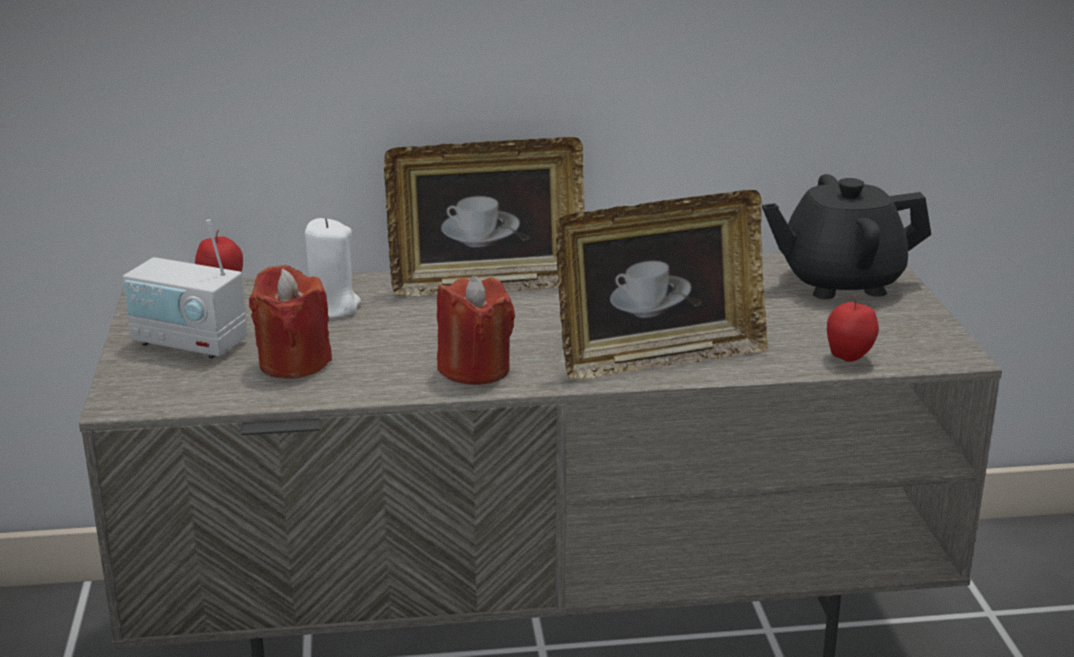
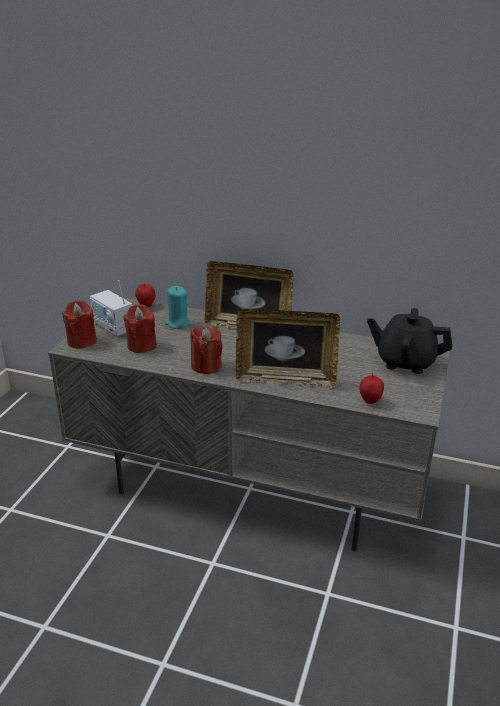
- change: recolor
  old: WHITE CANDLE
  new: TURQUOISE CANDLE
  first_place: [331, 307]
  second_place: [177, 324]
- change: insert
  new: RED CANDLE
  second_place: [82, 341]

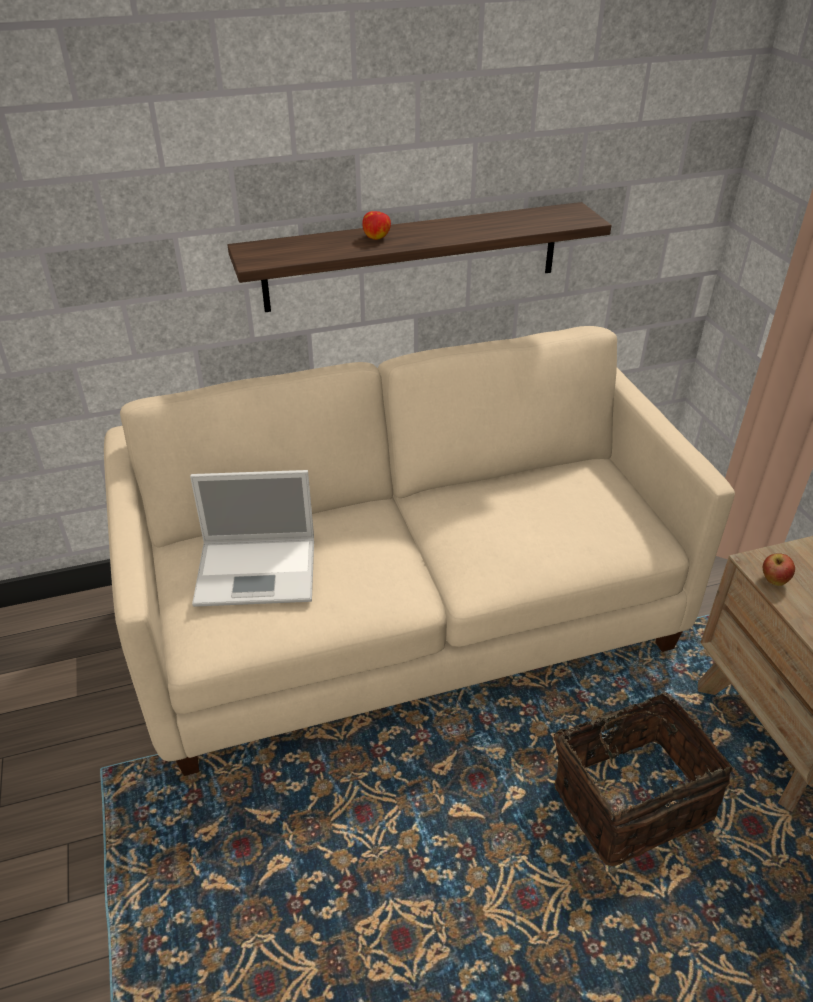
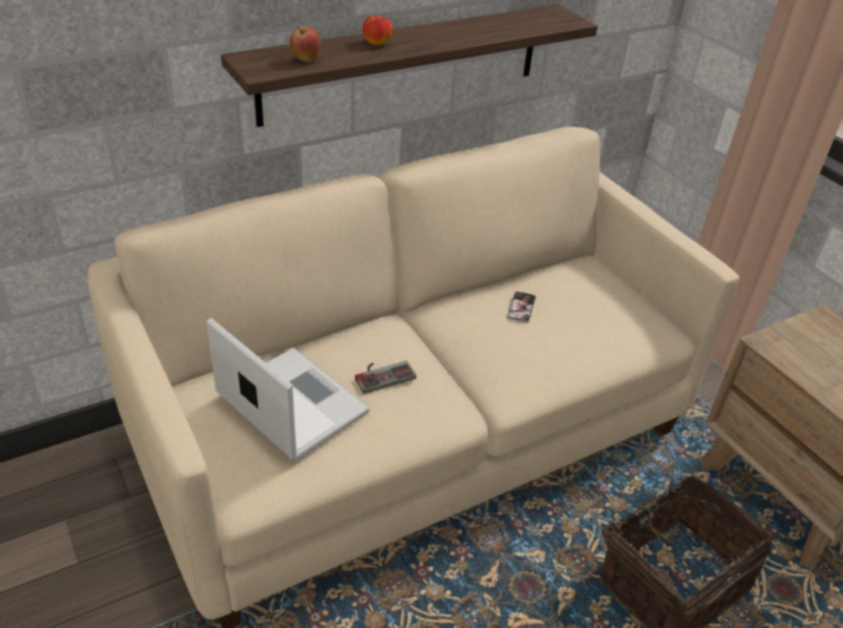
- change: rotate
  old: LAPTOP
  first_place: [259, 571]
  second_place: [290, 402]
  degrees: -120
- change: move
  old: APPLE
  first_place: [773, 581]
  second_place: [306, 59]
- change: insert
  new: GAME CONTROLLER
  second_place: [382, 374]
- change: insert
  new: PHONE
  second_place: [521, 307]

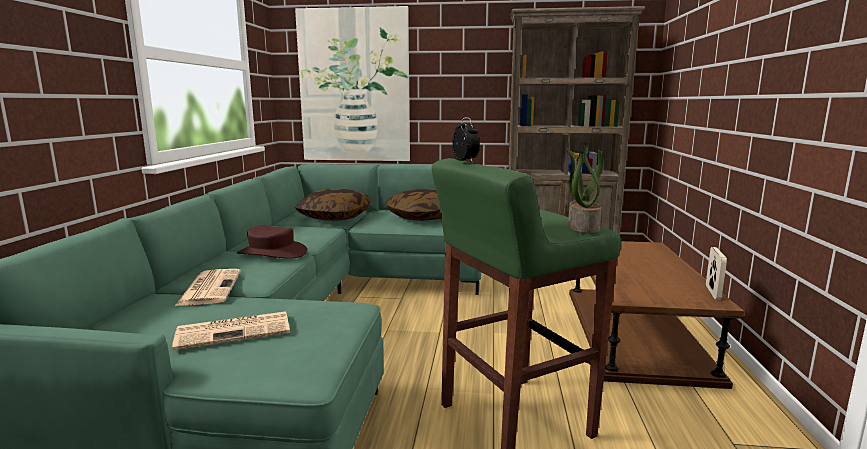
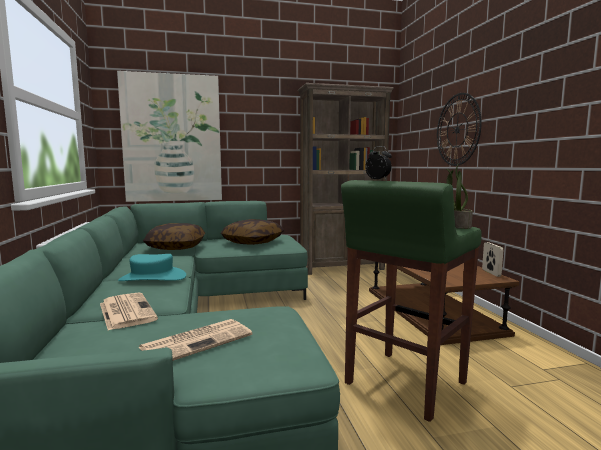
- change: recolor
  old: BROWN HAT
  new: TURQUOISE HAT
  first_place: [272, 253]
  second_place: [152, 278]
- change: insert
  new: WALL CLOCK
  second_place: [457, 130]

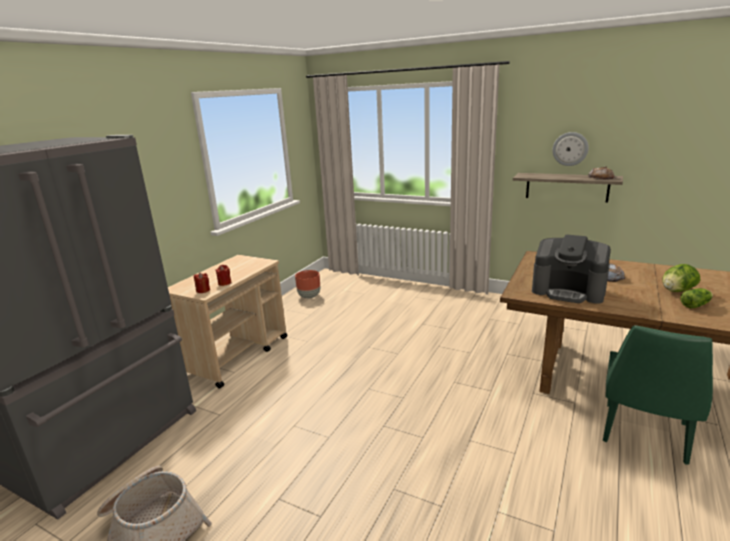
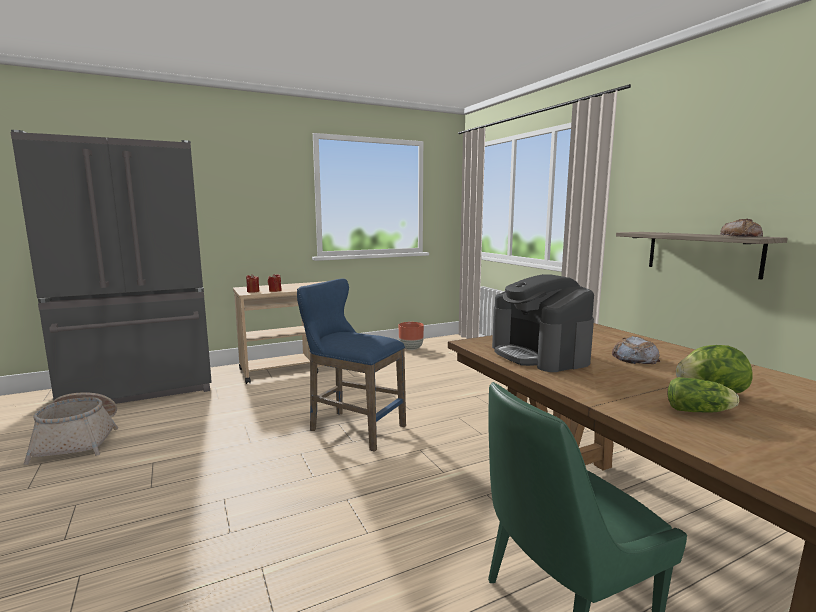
- change: delete
  old: WALL CLOCK
  first_place: [570, 149]
- change: insert
  new: BLUE STOOL
  second_place: [352, 428]

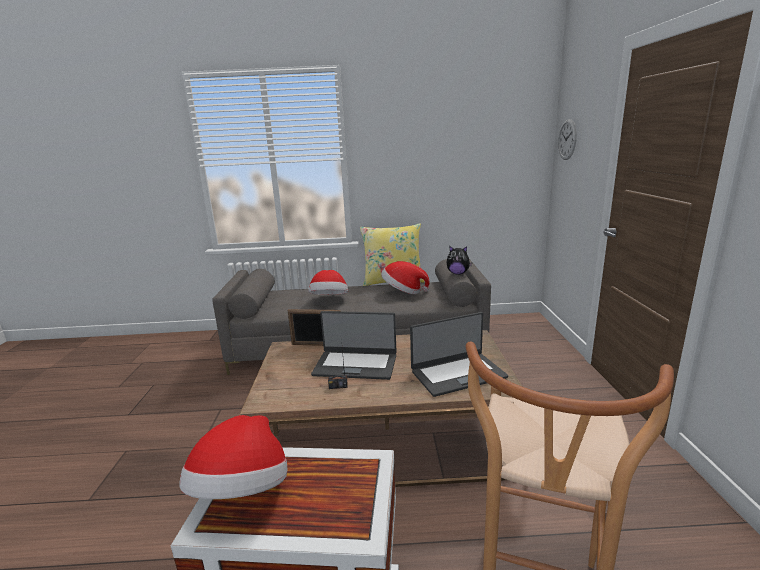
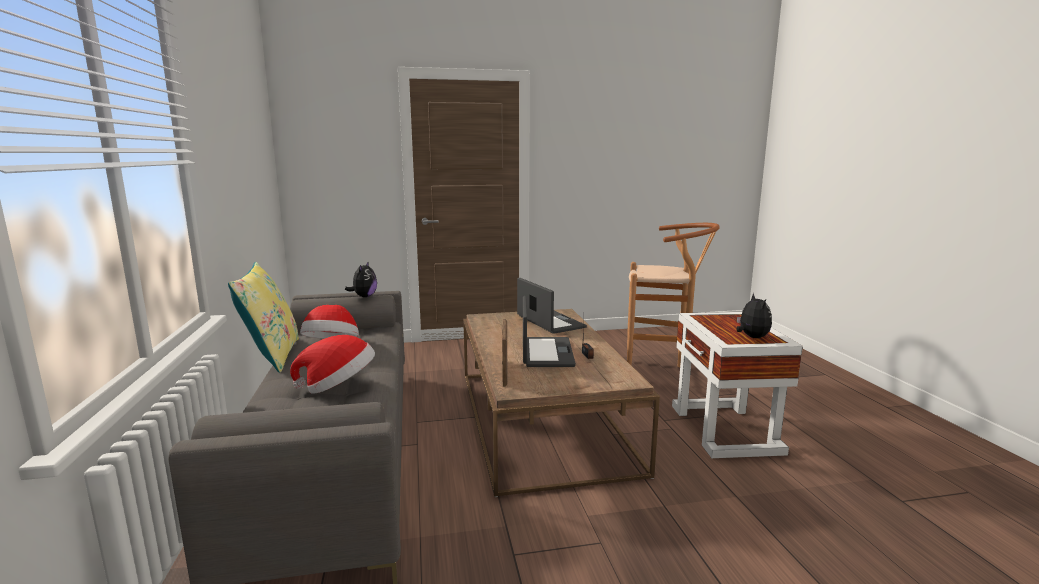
- change: replace
  old: HAT
  new: PLUSH TOY
  first_place: [243, 492]
  second_place: [751, 337]
- change: delete
  old: WALL CLOCK
  first_place: [567, 139]

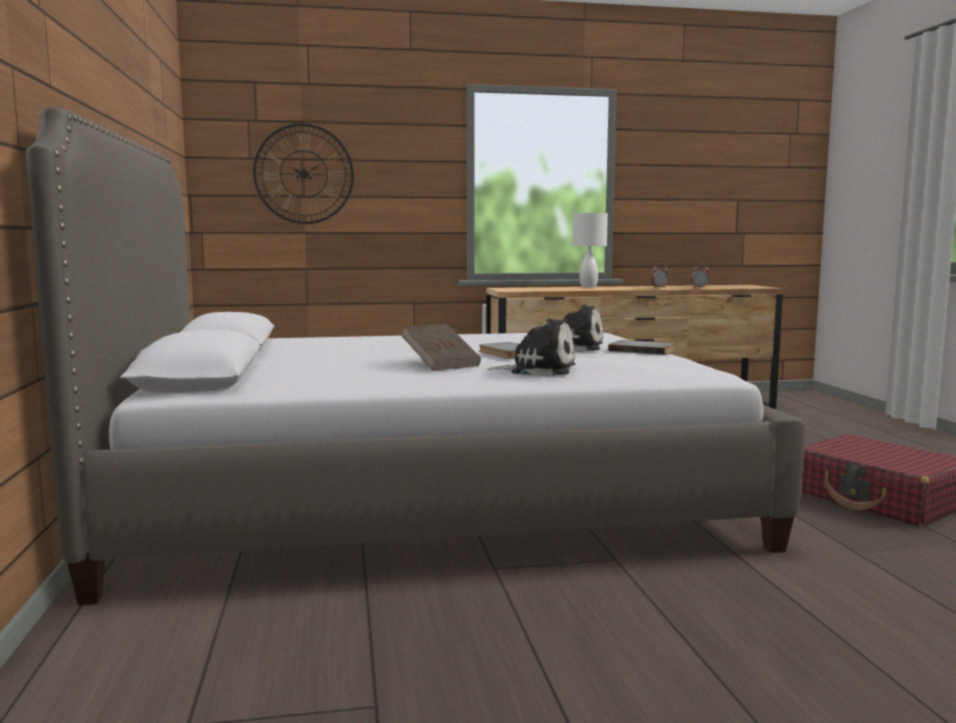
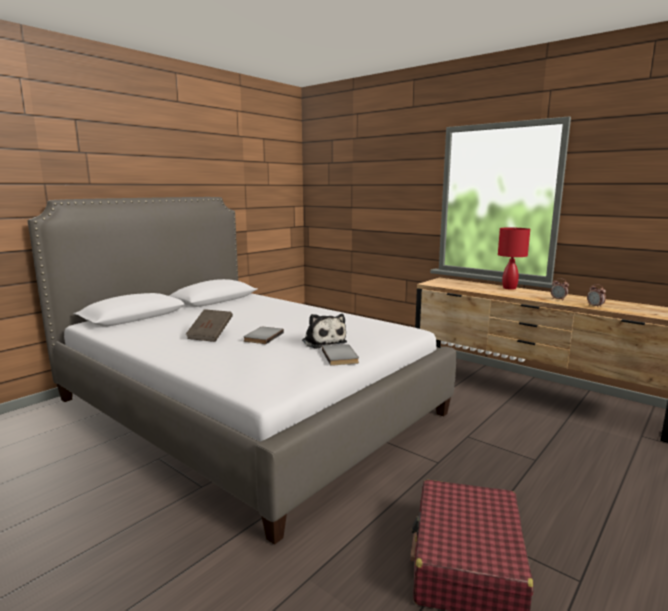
- change: delete
  old: WALL CLOCK
  first_place: [304, 174]
- change: delete
  old: PLUSH TOY
  first_place: [538, 370]
- change: recolor
  old: WHITE TABLE LAMP
  new: RED TABLE LAMP
  first_place: [588, 287]
  second_place: [509, 288]

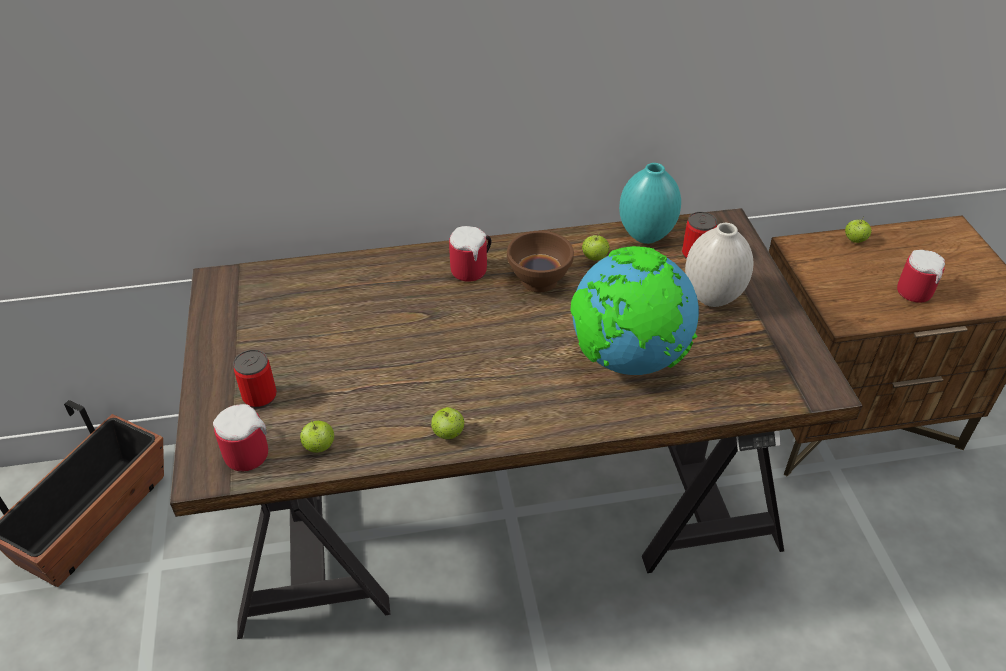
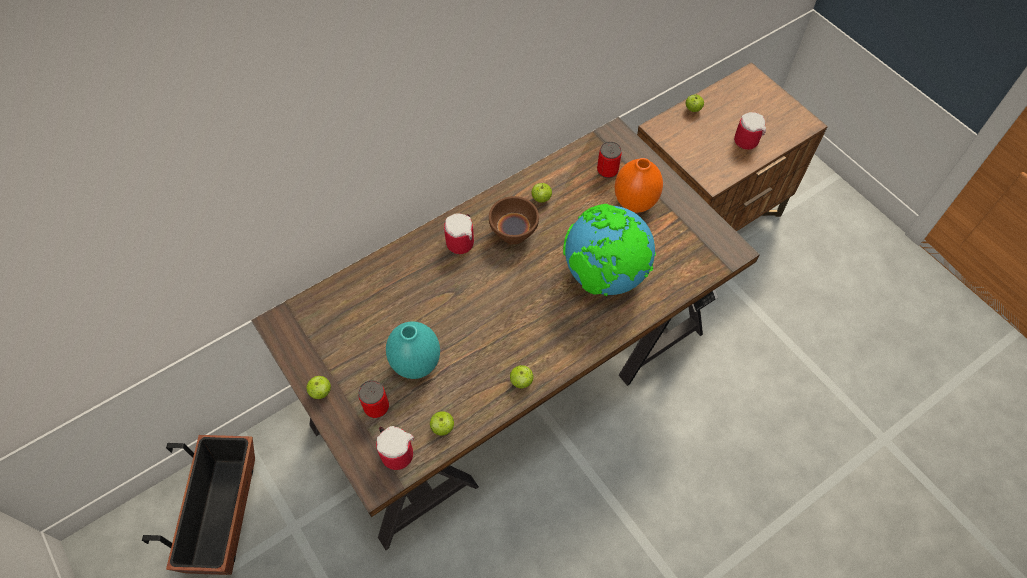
- change: move
  old: TURQUOISE VASE
  first_place: [645, 235]
  second_place: [415, 365]
- change: recolor
  old: WHITE VASE
  new: ORANGE VASE
  first_place: [711, 298]
  second_place: [634, 204]
- change: insert
  new: APPLE
  second_place: [321, 392]

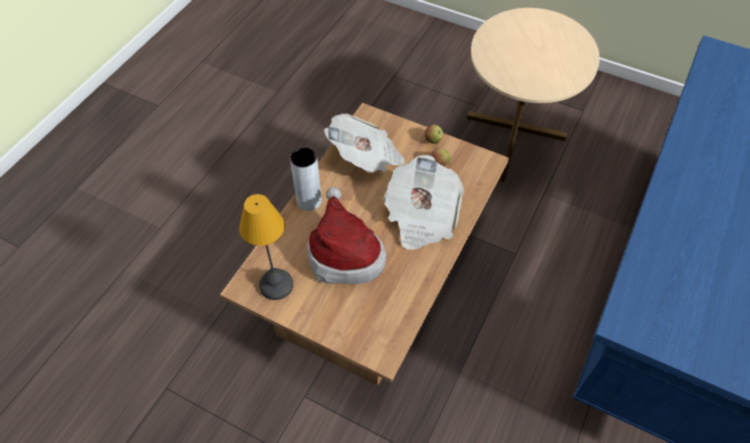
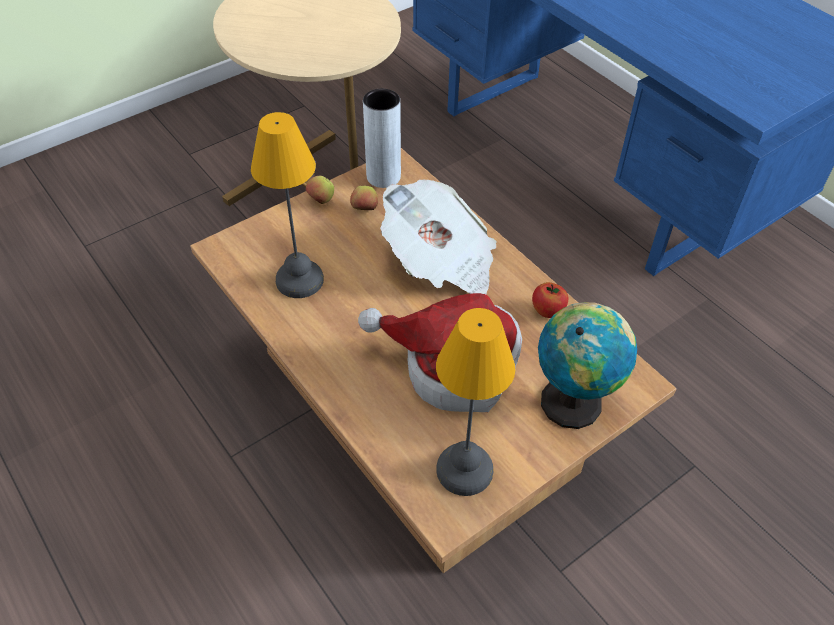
- change: move
  old: GREY VASE
  first_place: [309, 201]
  second_place: [383, 177]
- change: replace
  old: NEWSPAPER
  new: TABLE LAMP
  first_place: [366, 158]
  second_place: [299, 279]
- change: insert
  new: APPLE
  second_place: [547, 311]
- change: insert
  new: GLOBE
  second_place: [573, 400]

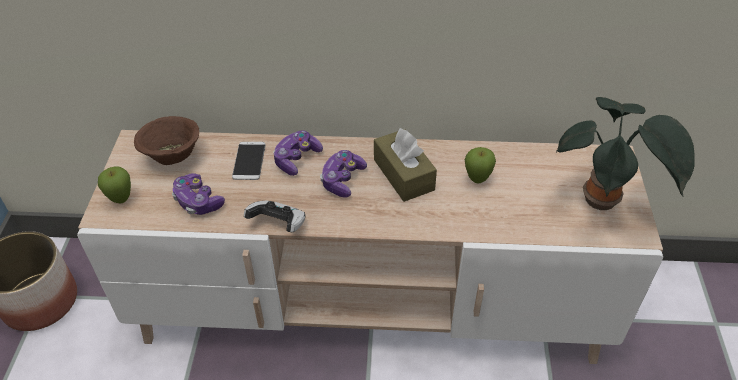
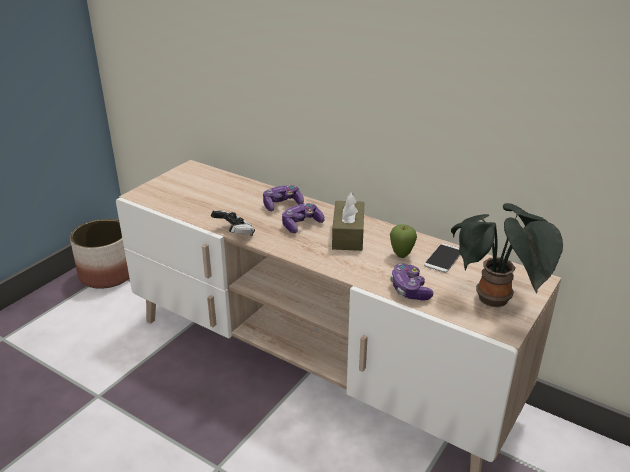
- change: delete
  old: APPLE
  first_place: [121, 199]
- change: delete
  old: BROWN BOWL
  first_place: [172, 157]
- change: move
  old: GAME CONTROLLER
  first_place: [198, 201]
  second_place: [409, 290]
- change: move
  old: PHONE
  first_place: [249, 161]
  second_place: [443, 258]

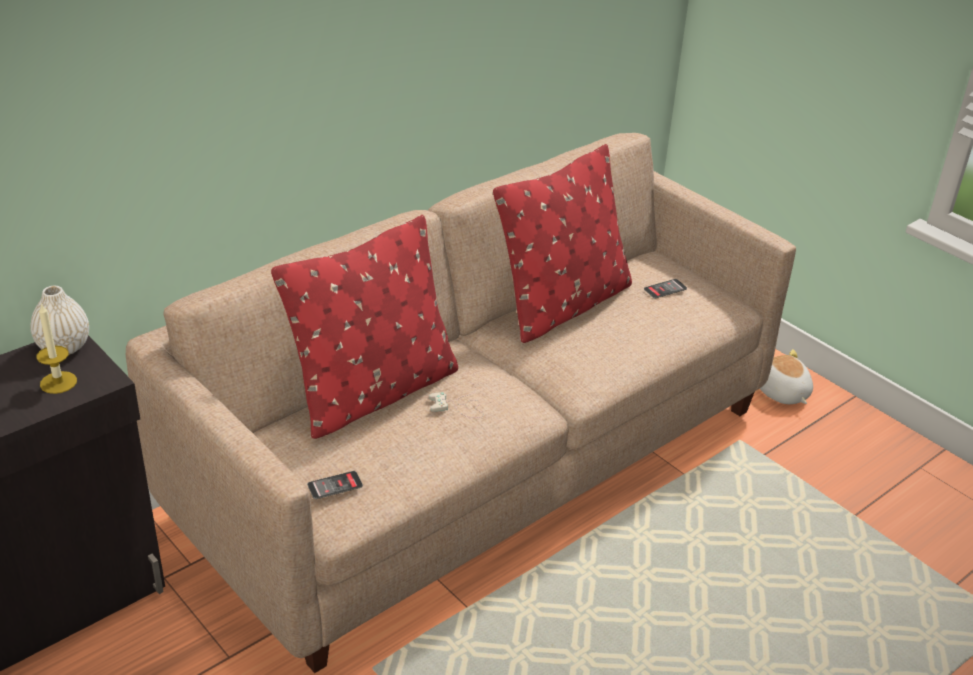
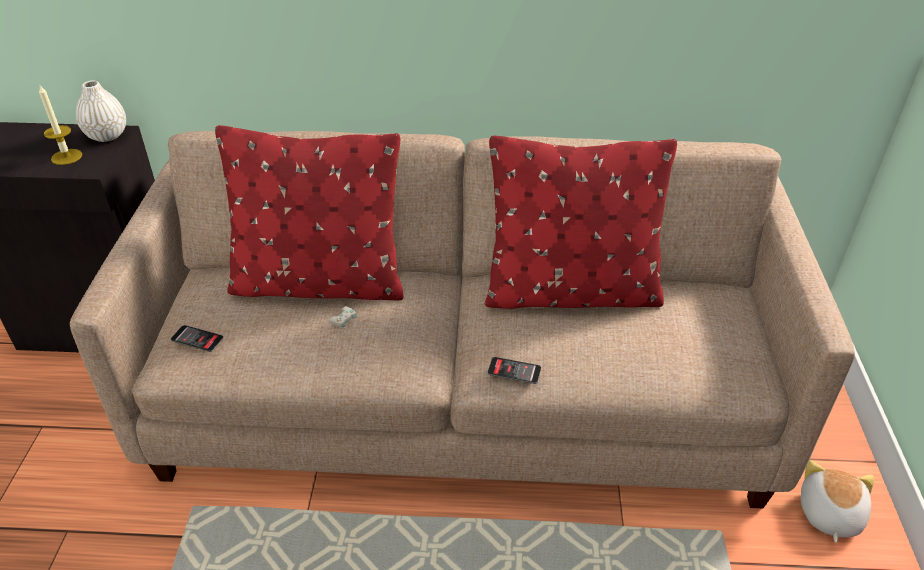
- change: move
  old: PHONE
  first_place: [665, 289]
  second_place: [514, 371]

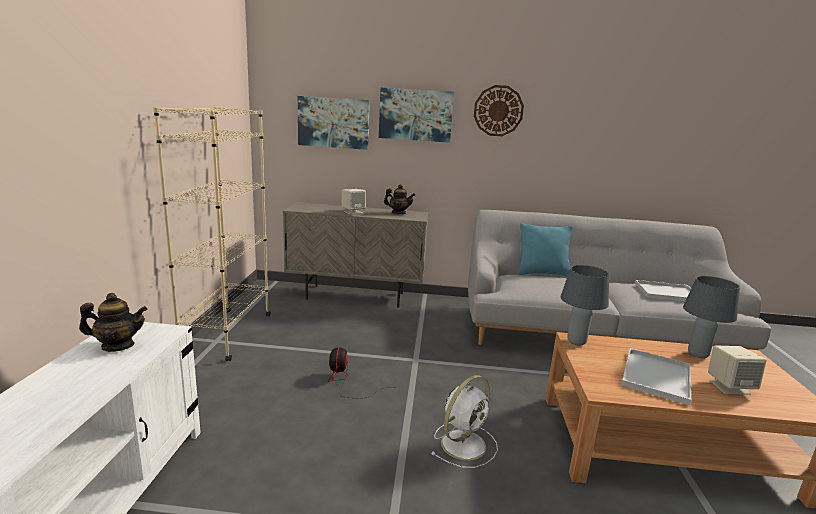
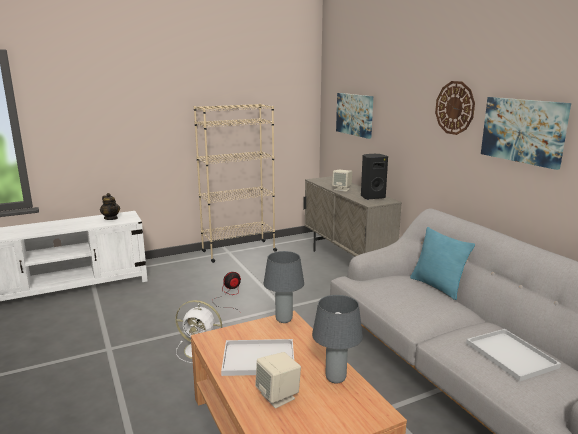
- change: move
  old: PICTURE
  first_place: [415, 115]
  second_place: [523, 130]
- change: replace
  old: TEAPOT
  new: BLACK SPEAKER
  first_place: [398, 213]
  second_place: [372, 197]

